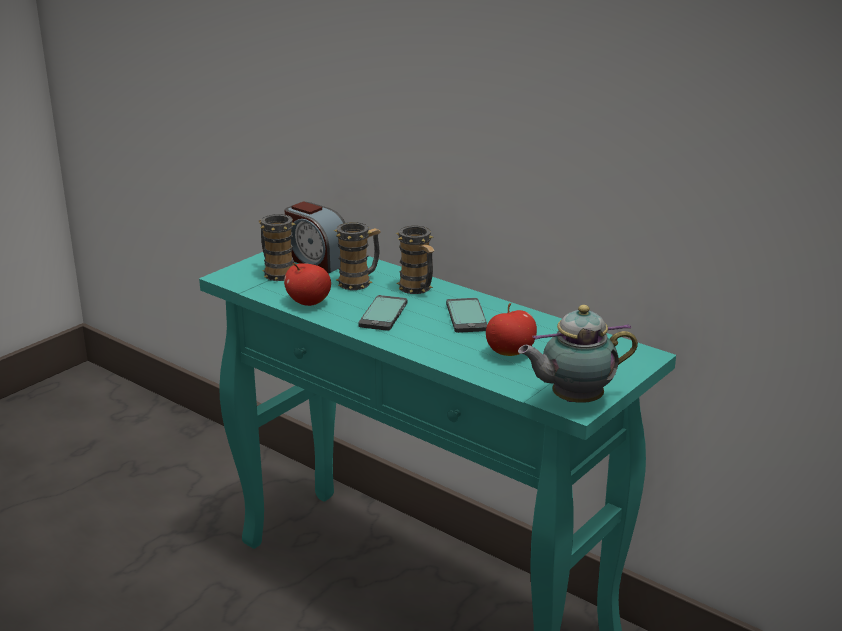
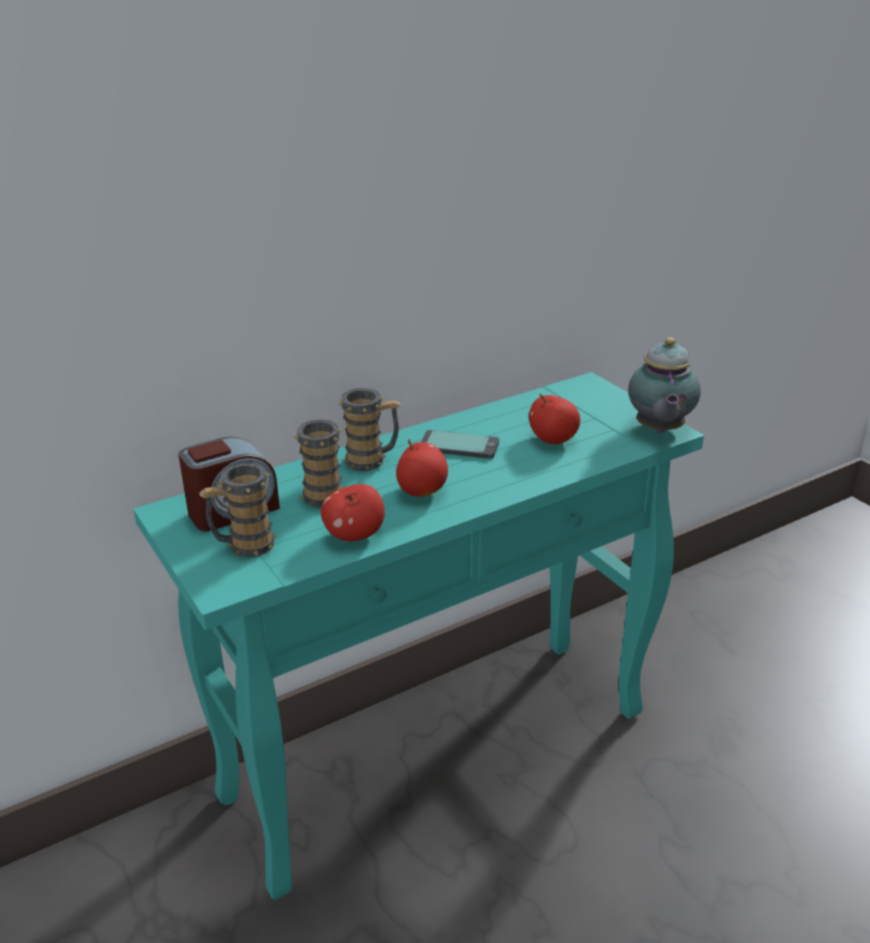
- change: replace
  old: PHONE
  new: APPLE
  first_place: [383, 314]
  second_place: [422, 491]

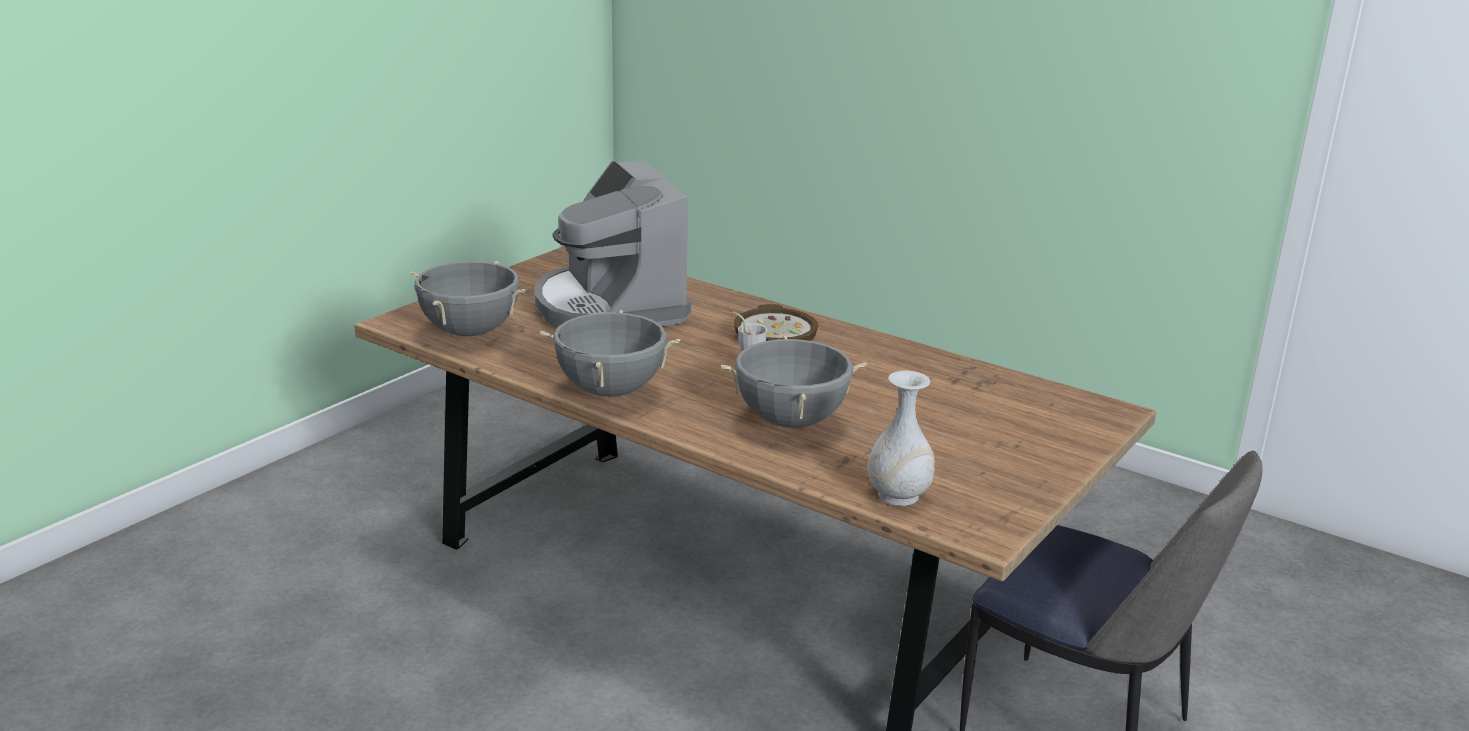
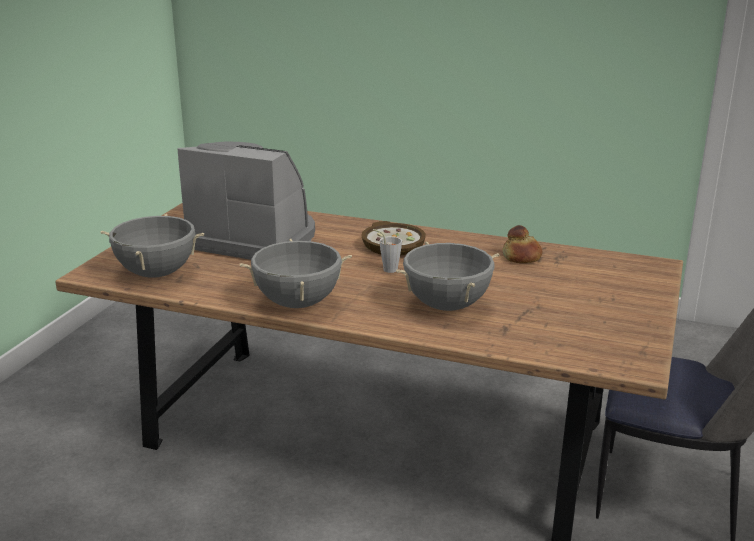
- change: rotate
  old: COFFEE MACHINE
  first_place: [609, 306]
  second_place: [254, 239]
  degrees: 150
- change: delete
  old: WHITE VASE
  first_place: [898, 496]
- change: insert
  new: BREAD
  second_place: [522, 257]

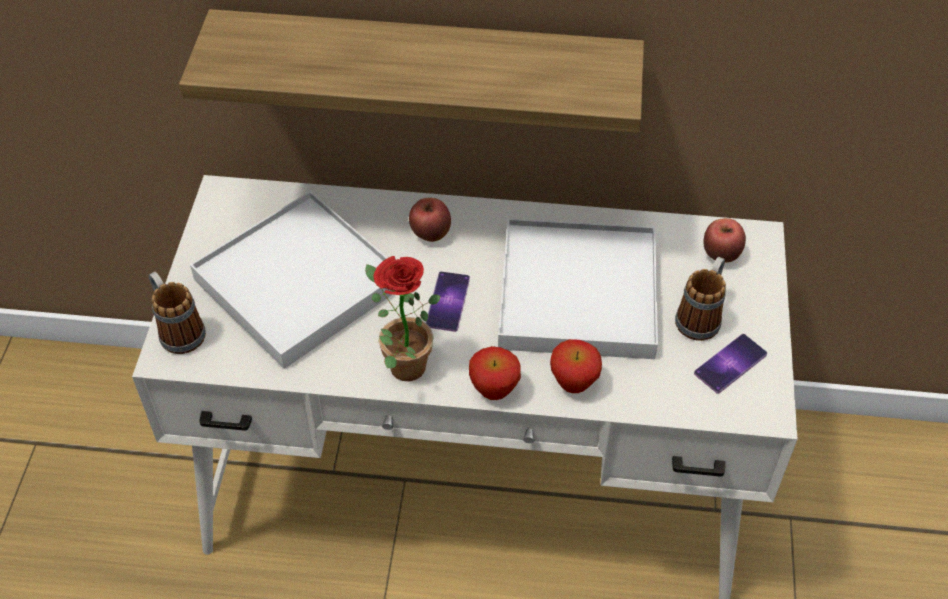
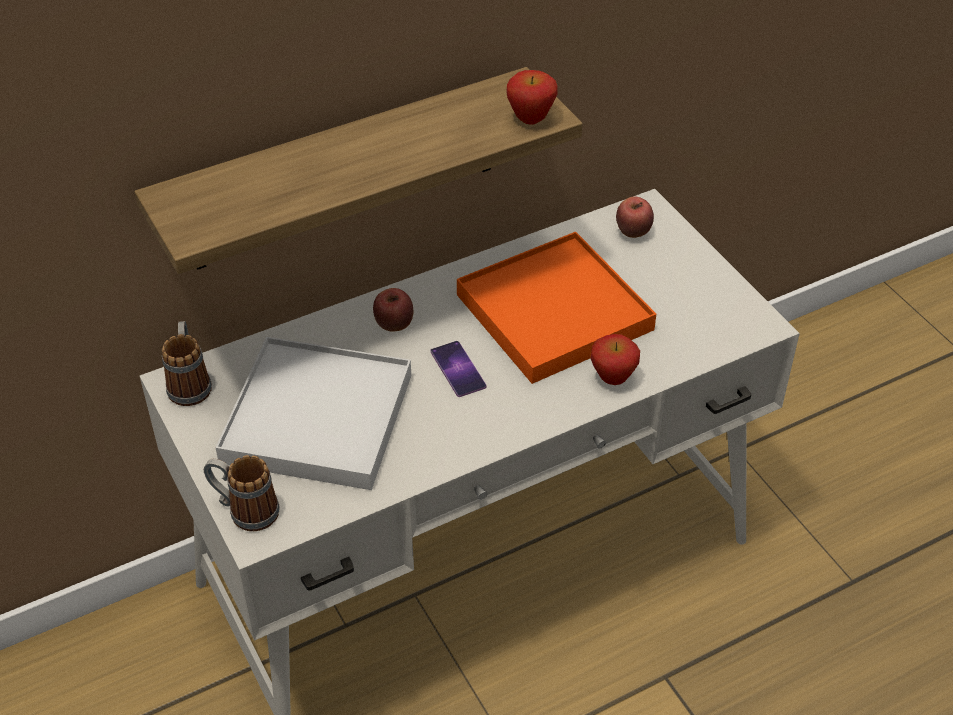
- change: delete
  old: POTTED PLANT
  first_place: [401, 363]
- change: move
  old: APPLE
  first_place: [494, 391]
  second_place: [530, 119]
- change: recolor
  old: WHITE TRAY
  new: ORANGE TRAY
  first_place: [577, 293]
  second_place: [553, 312]
- change: move
  old: MUG
  first_place: [701, 316]
  second_place: [190, 383]
- change: delete
  old: PHONE
  first_place: [730, 363]

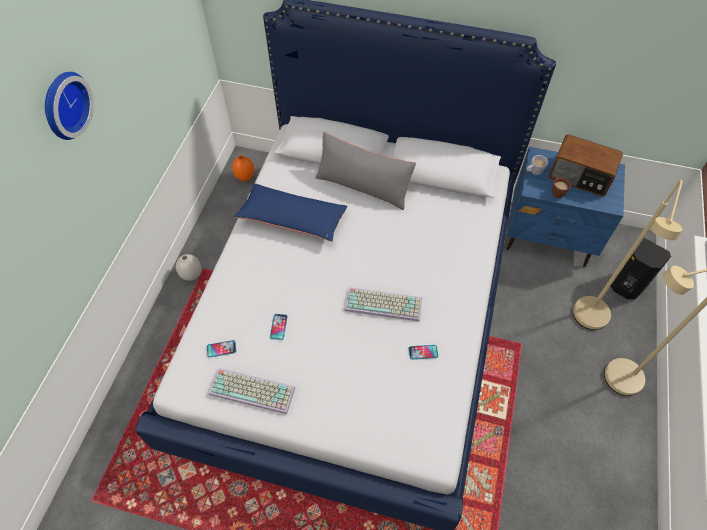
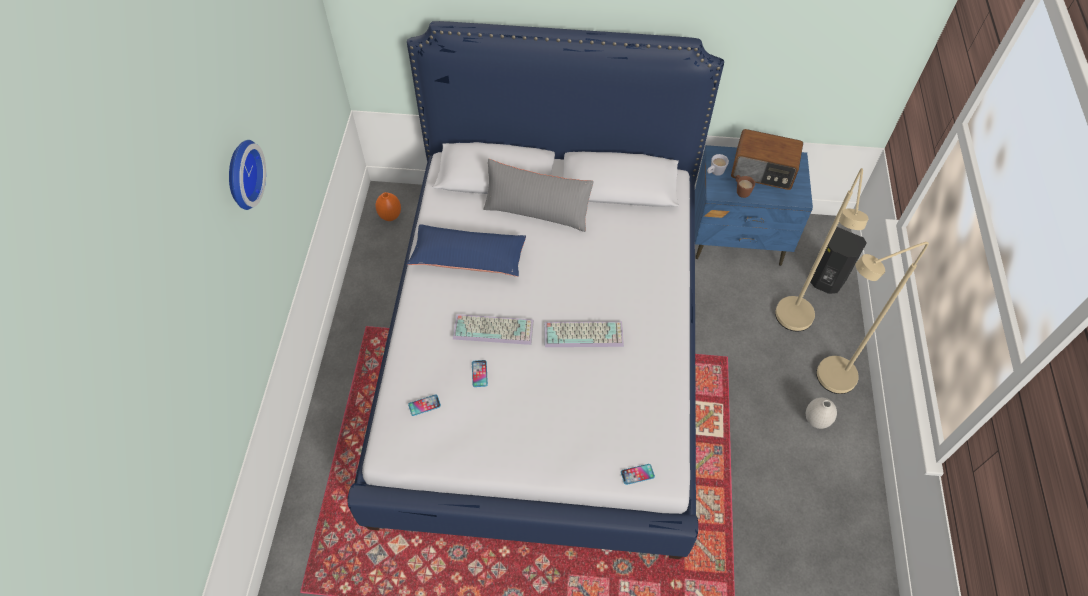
- change: move
  old: WHITE VASE
  first_place: [192, 275]
  second_place: [816, 421]
- change: move
  old: KEYBOARD
  first_place: [253, 390]
  second_place: [494, 328]
- change: move
  old: PHONE
  first_place: [423, 352]
  second_place: [637, 474]

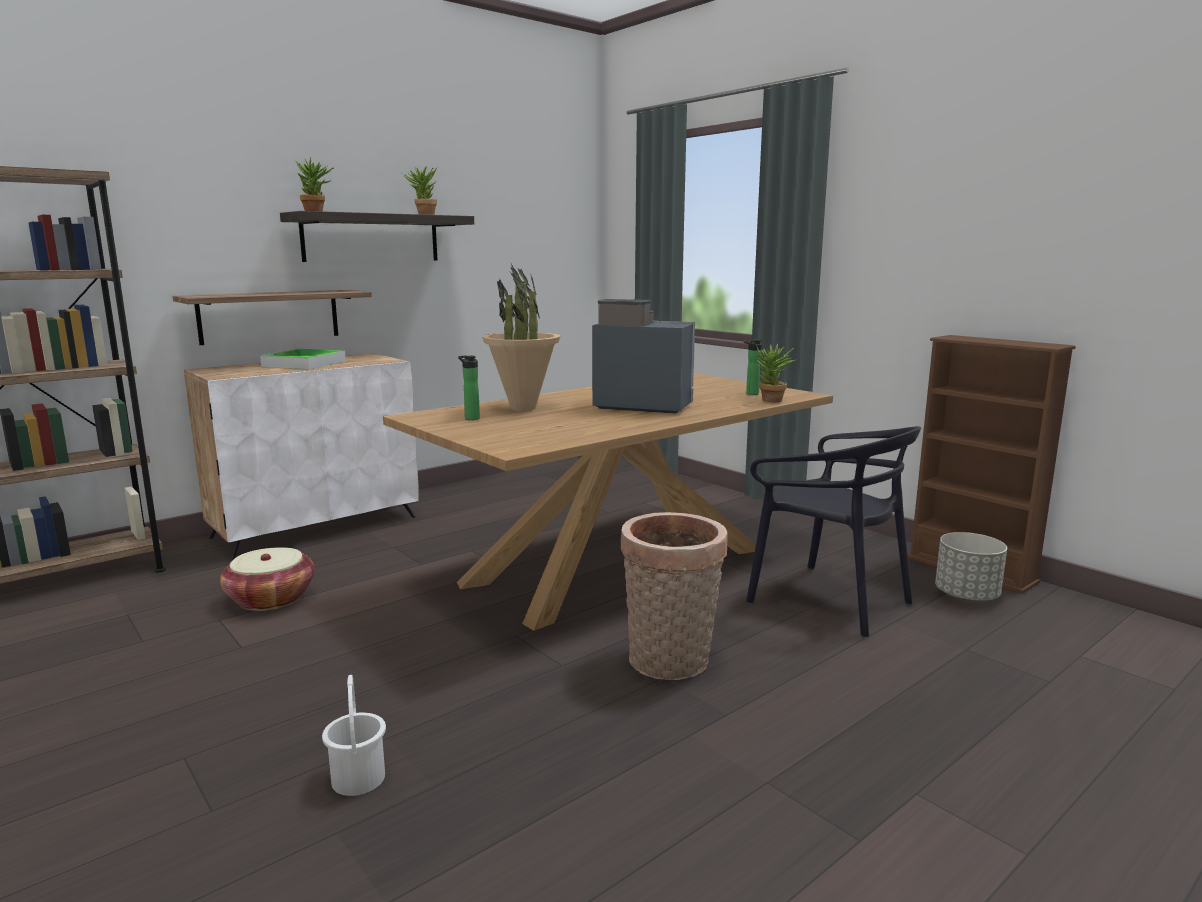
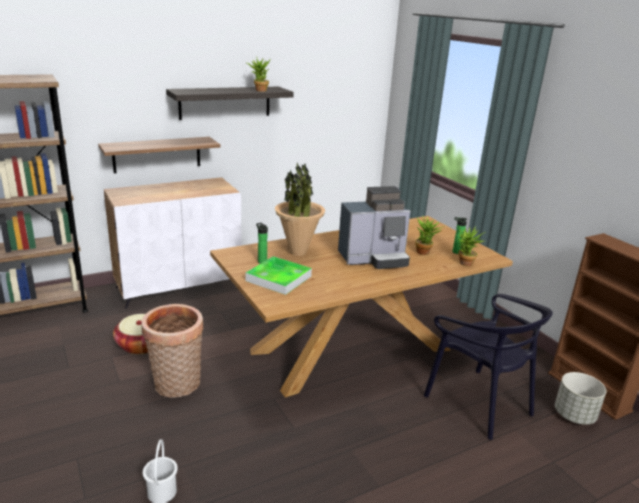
- change: move
  old: TRAY
  first_place: [304, 364]
  second_place: [278, 278]
- change: move
  old: POTTED PLANT
  first_place: [317, 212]
  second_place: [425, 252]
- change: rotate
  old: COFFEE MACHINE
  first_place: [640, 406]
  second_place: [374, 259]
  degrees: 135
- change: move
  old: BASKET
  first_place: [670, 663]
  second_place: [176, 386]

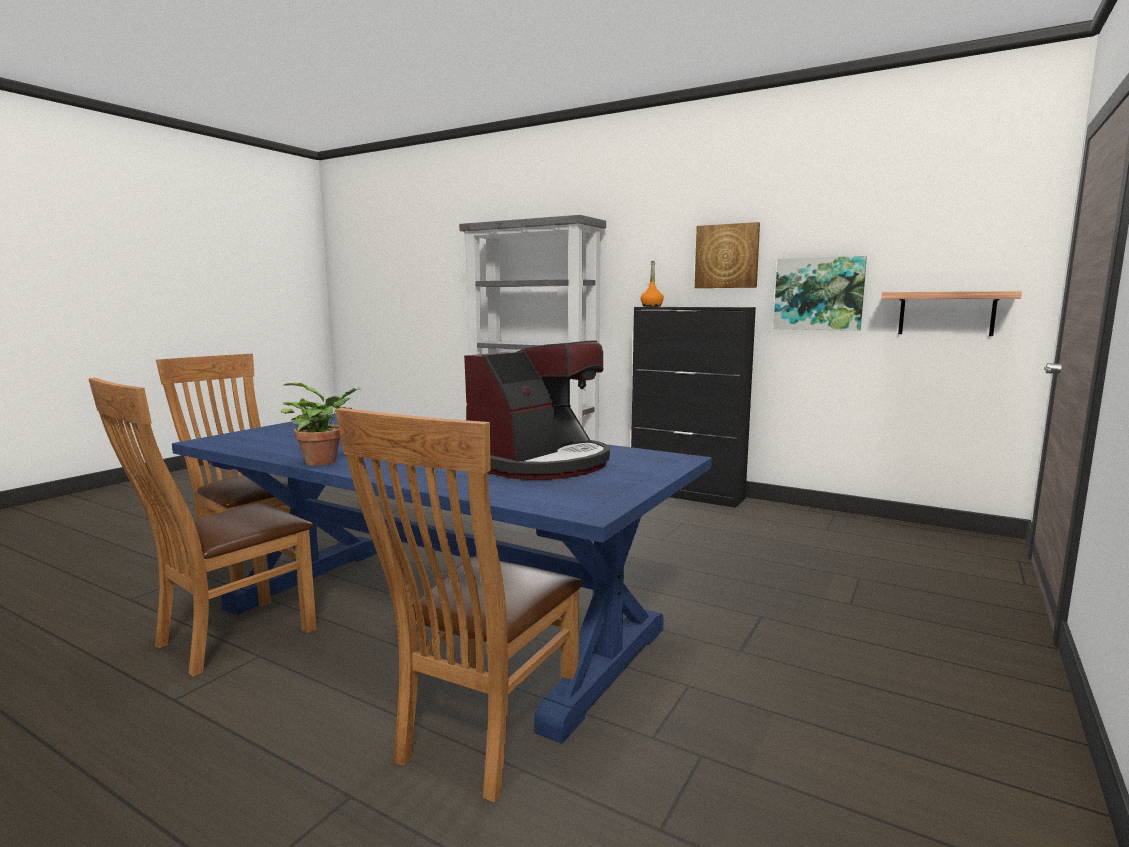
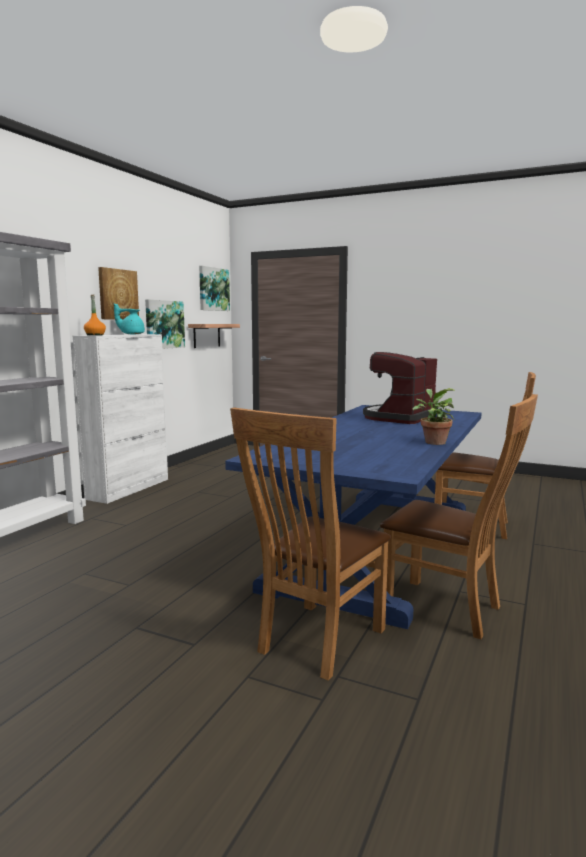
- change: rotate
  old: COFFEE MACHINE
  first_place: [541, 464]
  second_place: [399, 417]
  degrees: -90
- change: recolor
  old: BLACK CABINET
  new: WHITE CABINET
  first_place: [687, 494]
  second_place: [129, 488]
- change: insert
  new: TURQUOISE TEAPOT
  second_place: [131, 334]
- change: insert
  new: PICTURE
  second_place: [213, 289]

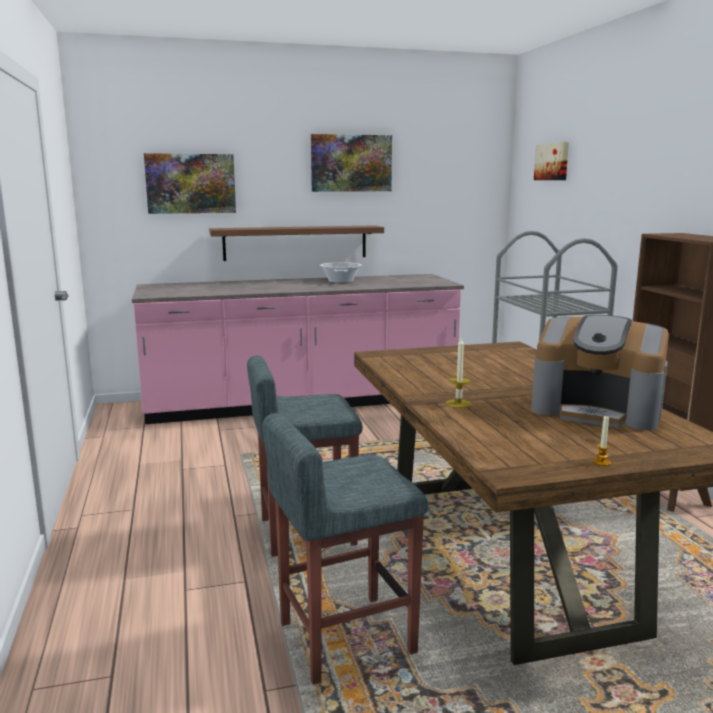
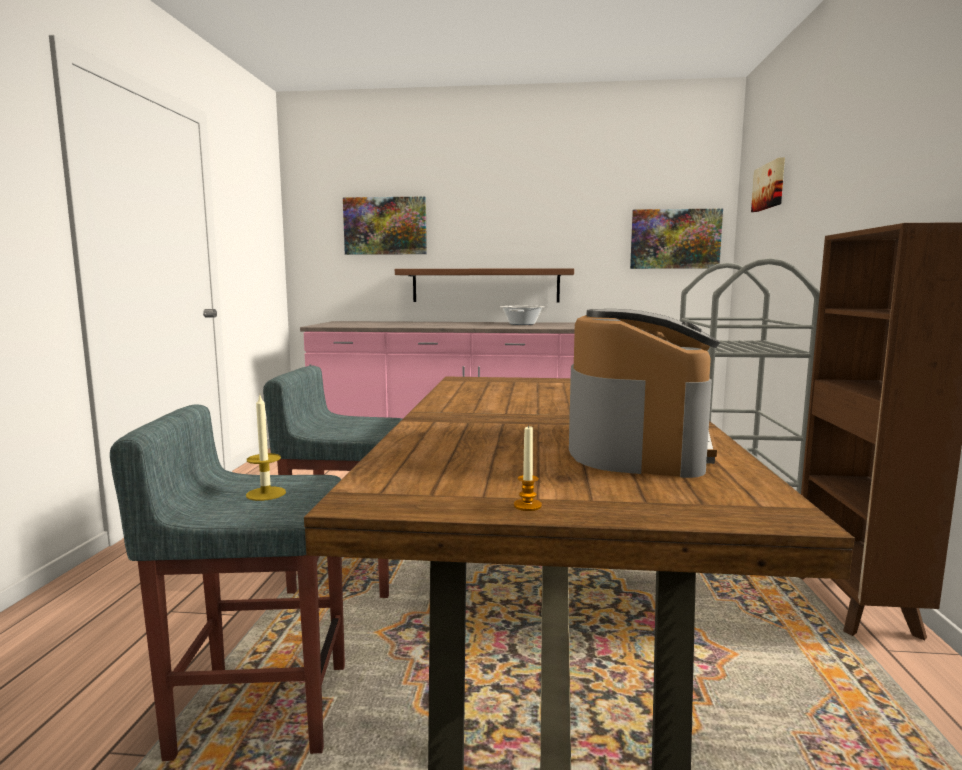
- change: move
  old: PICTURE
  first_place: [351, 163]
  second_place: [675, 239]
- change: move
  old: CANDLE
  first_place: [458, 403]
  second_place: [266, 494]
- change: rotate
  old: COFFEE MACHINE
  first_place: [597, 410]
  second_place: [639, 446]
  degrees: -120

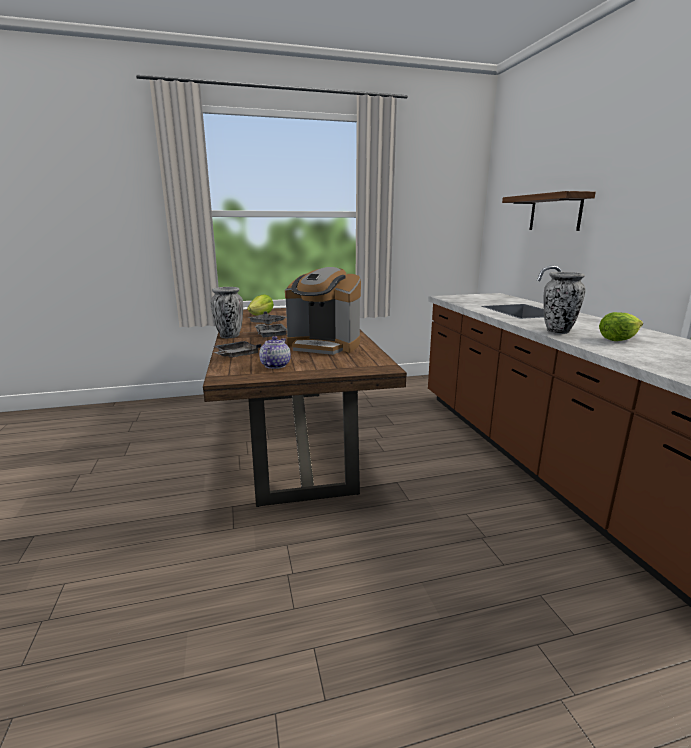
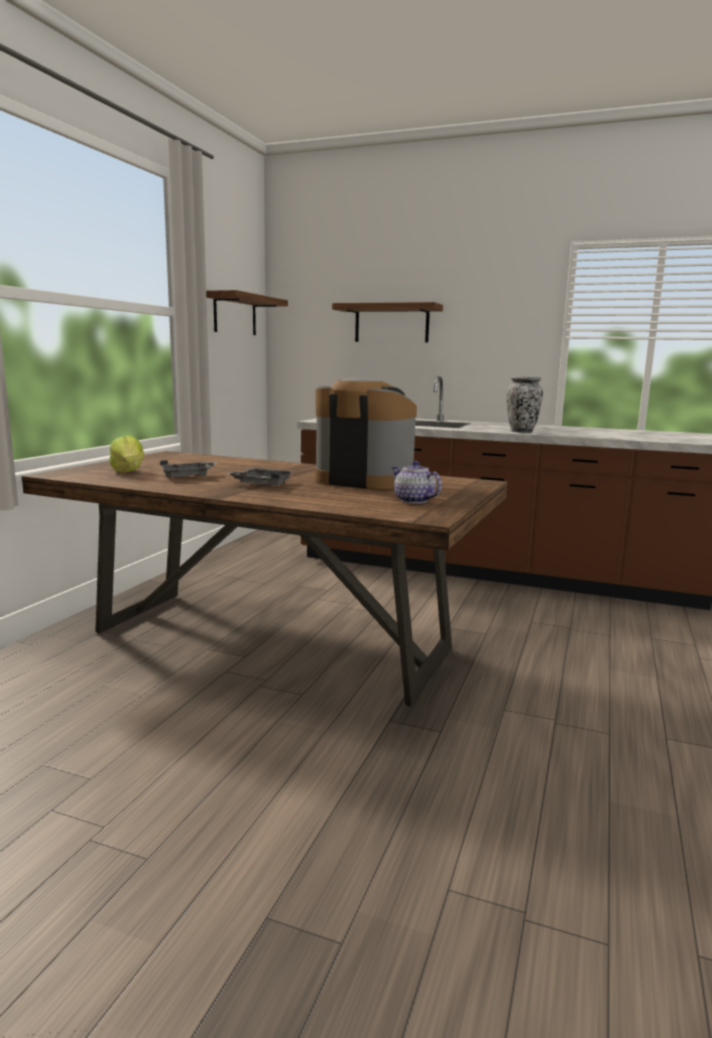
- change: delete
  old: VASE
  first_place: [229, 336]
- change: delete
  old: GREY TRAY
  first_place: [236, 355]
- change: rotate
  old: COFFEE MACHINE
  first_place: [324, 346]
  second_place: [364, 480]
  degrees: -120
- change: delete
  old: LETTUCE
  first_place: [618, 339]
- change: insert
  new: SHELF
  second_place: [235, 314]

